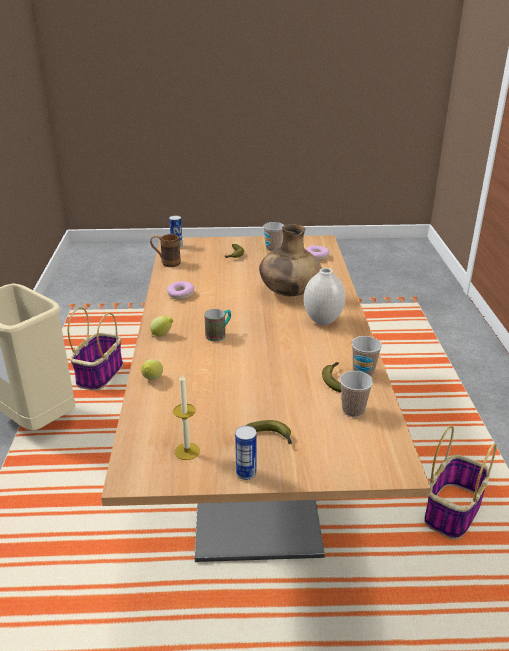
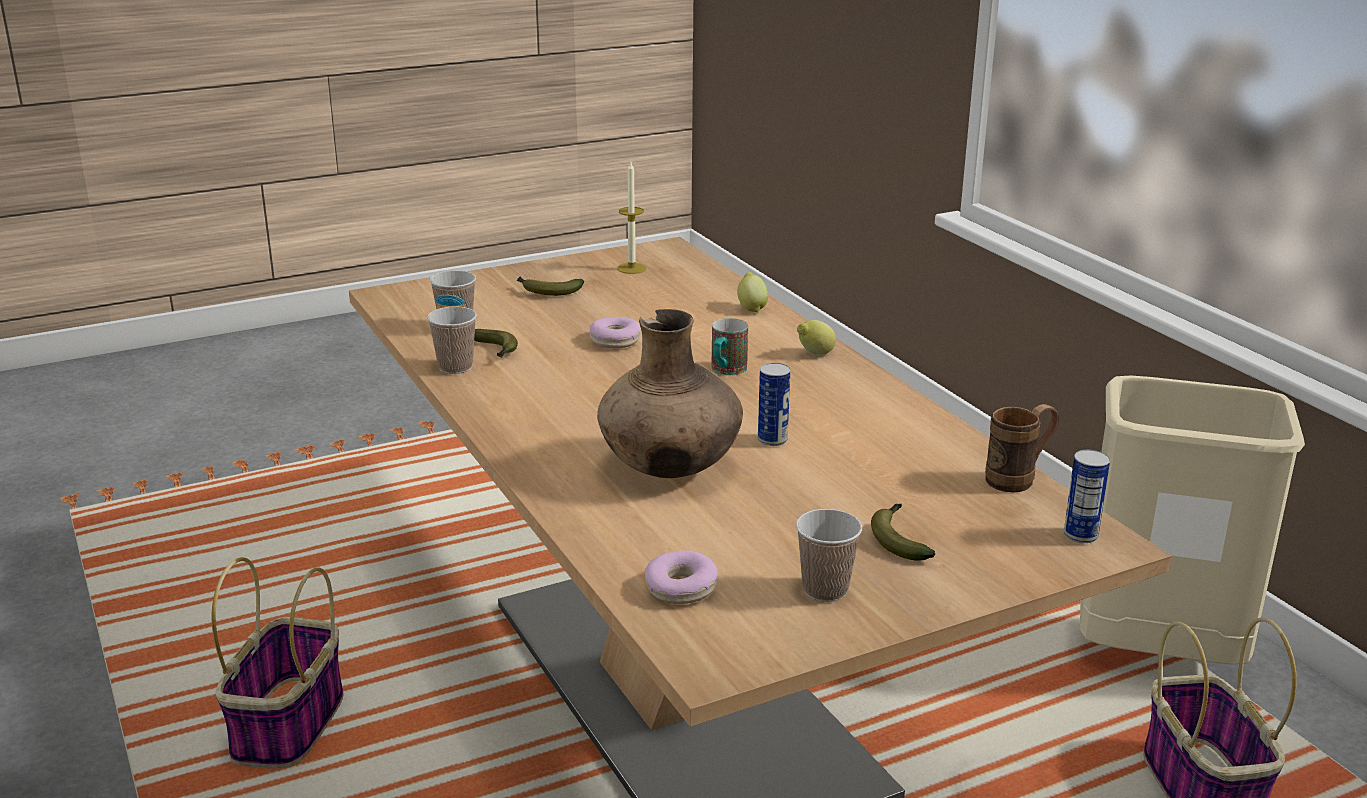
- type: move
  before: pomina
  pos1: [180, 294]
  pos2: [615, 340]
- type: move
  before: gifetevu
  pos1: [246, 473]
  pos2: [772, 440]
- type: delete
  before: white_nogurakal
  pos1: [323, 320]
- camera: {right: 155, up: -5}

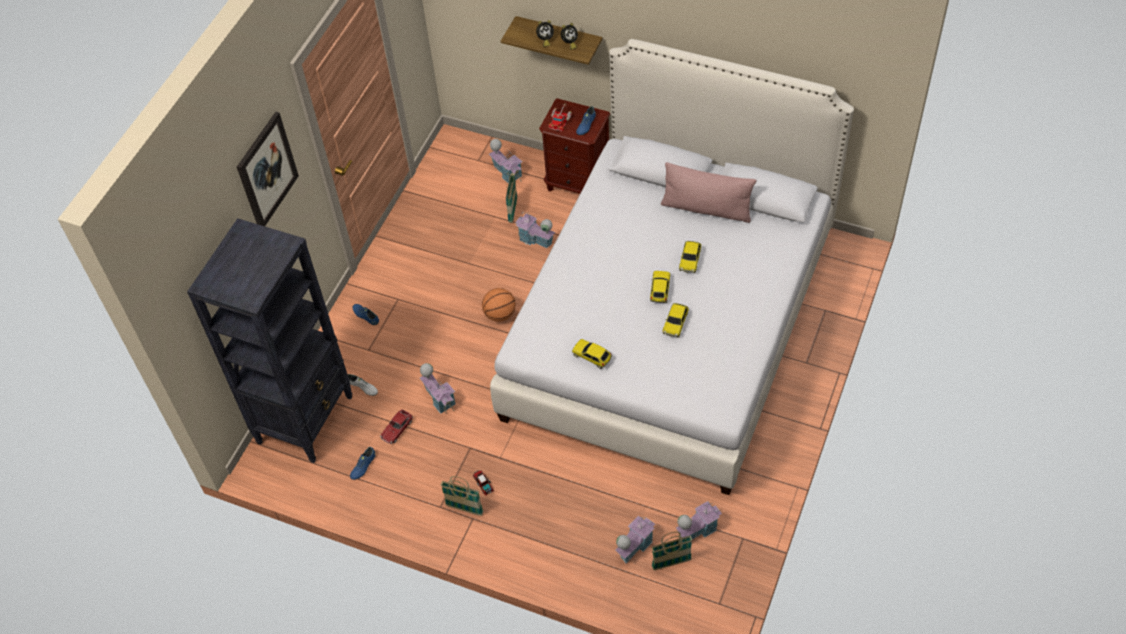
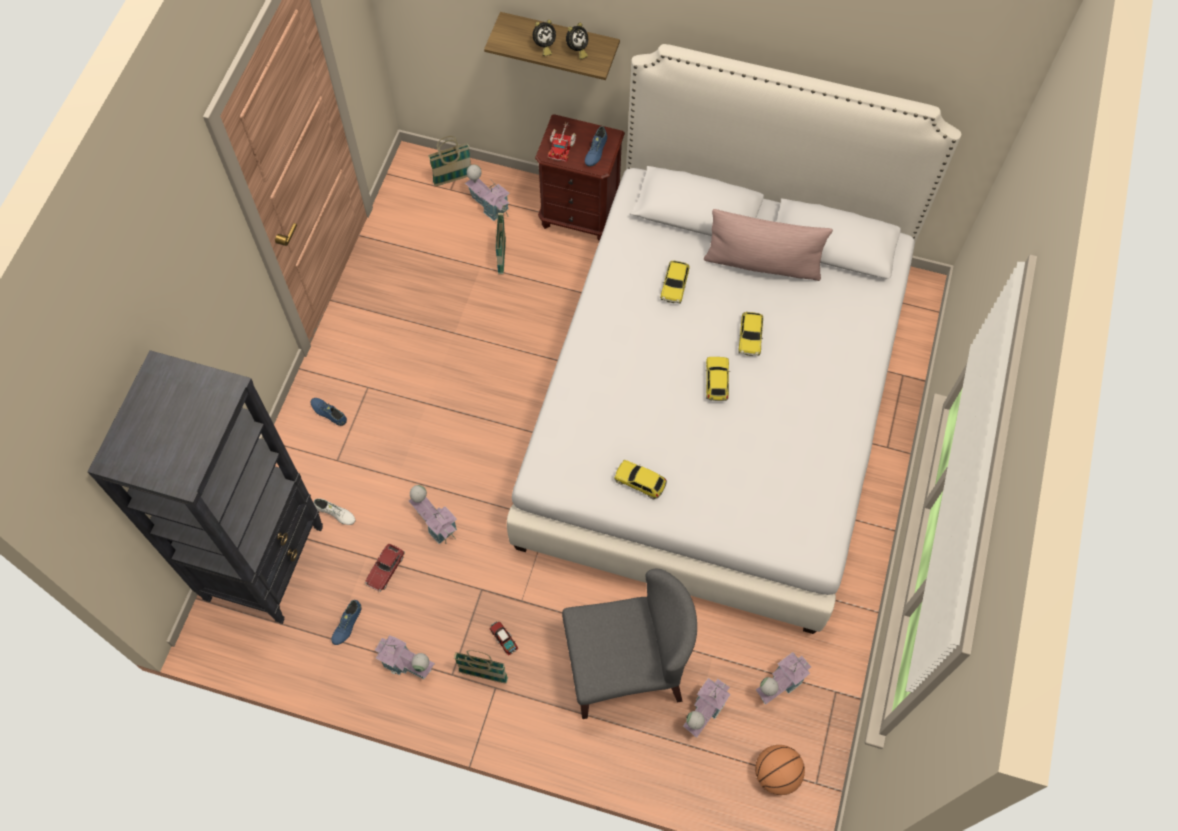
- type: move
  before: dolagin
  pos1: [535, 240]
  pos2: [407, 665]
- type: move
  before: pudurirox
  pos1: [671, 563]
  pos2: [453, 179]
- type: insert
  after: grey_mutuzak
  pos2: [625, 668]
- type: move
  before: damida
  pos1: [675, 323]
  pos2: [674, 285]
- type: move
  before: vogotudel
  pos1: [500, 314]
  pos2: [776, 774]
- type: delete
  before: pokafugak
  pos1: [267, 171]
- camera: {right: -10, up: 10}

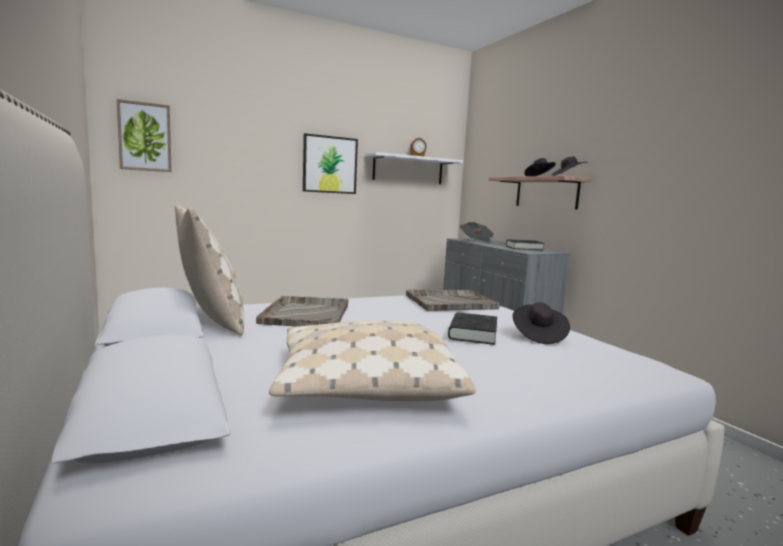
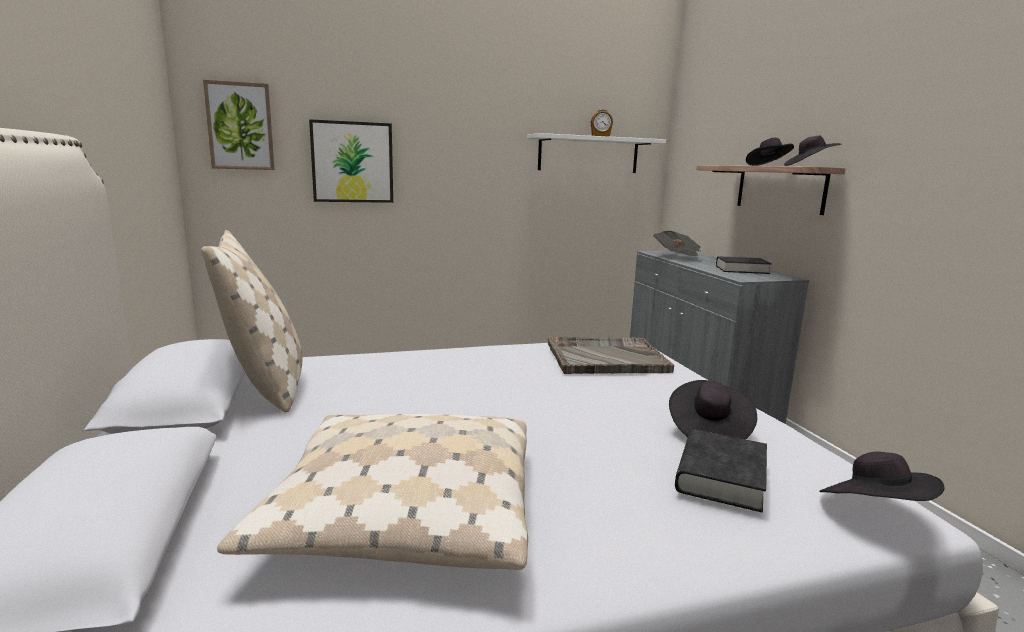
- type: move
  before: pokafugak
  pos1: [330, 164]
  pos2: [352, 162]
- type: move
  before: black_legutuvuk
  pos1: [473, 333]
  pos2: [721, 477]
- type: insert
  after: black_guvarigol
  pos2: [874, 510]
- type: delete
  before: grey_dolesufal
  pos1: [306, 313]
- camera: {right: 10, up: 5}

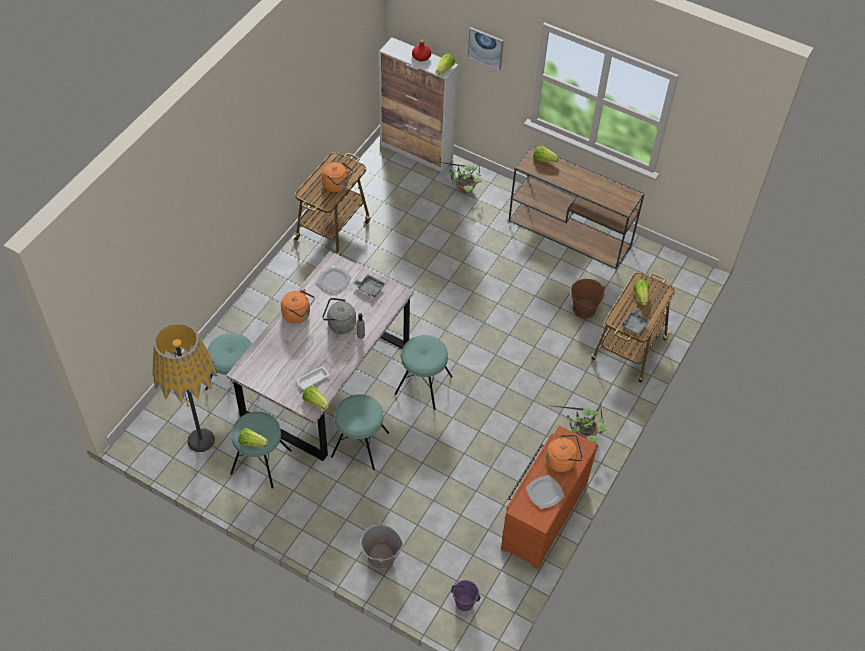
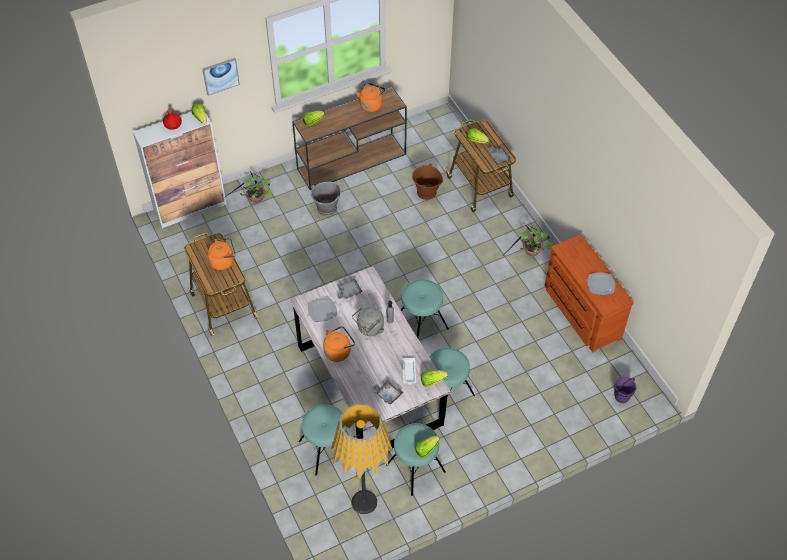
- type: move
  before: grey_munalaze
  pos1: [381, 557]
  pos2: [327, 208]
- type: move
  before: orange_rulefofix
  pos1: [562, 460]
  pos2: [371, 104]
- type: insert
  after: grey_dolesufal
  pos2: [387, 394]
- camera: {right: -55, up: 0}

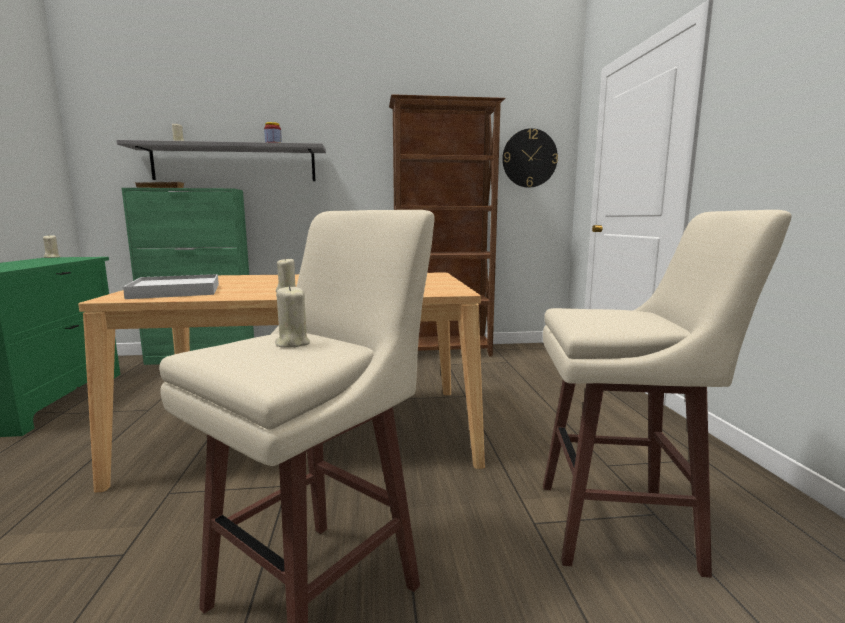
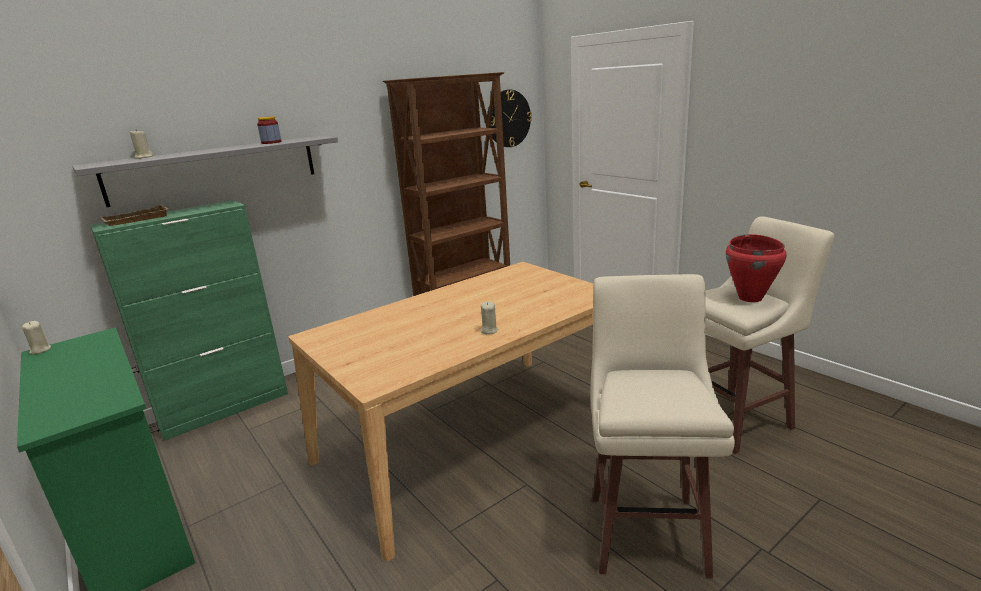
- type: insert
  after: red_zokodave
  pos2: [750, 298]
- type: delete
  before: white_dolesufal
  pos1: [176, 291]
- type: delete
  before: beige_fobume
  pos1: [292, 343]
- camera: {right: -30, up: 10}

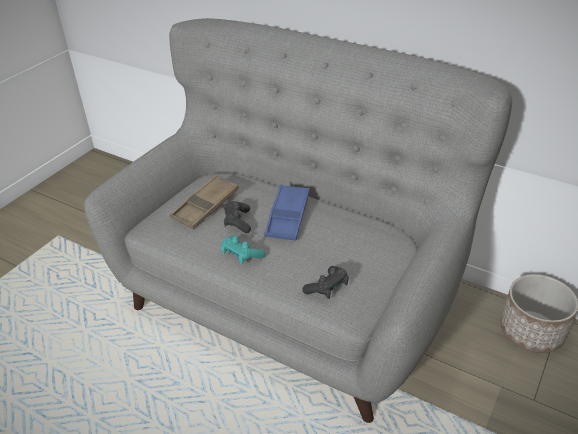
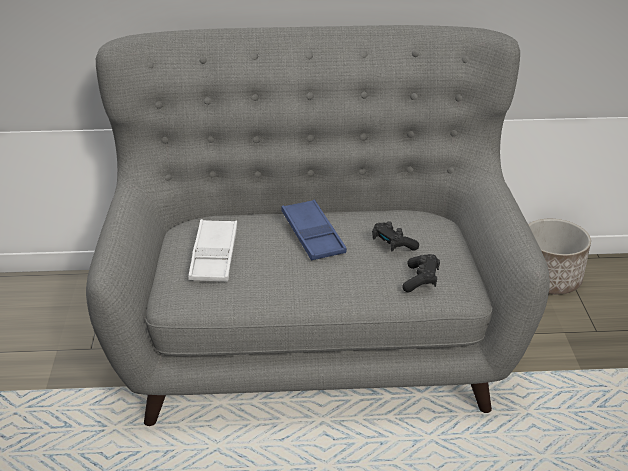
- type: recolor
  before: brown_dolesufal
  after: white_dolesufal
  pos1: [205, 206]
  pos2: [214, 256]
- type: move
  before: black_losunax
  pos1: [237, 222]
  pos2: [392, 244]
- type: delete
  before: turquoise_losunax
  pos1: [241, 255]
- camera: {right: -35, up: -5}

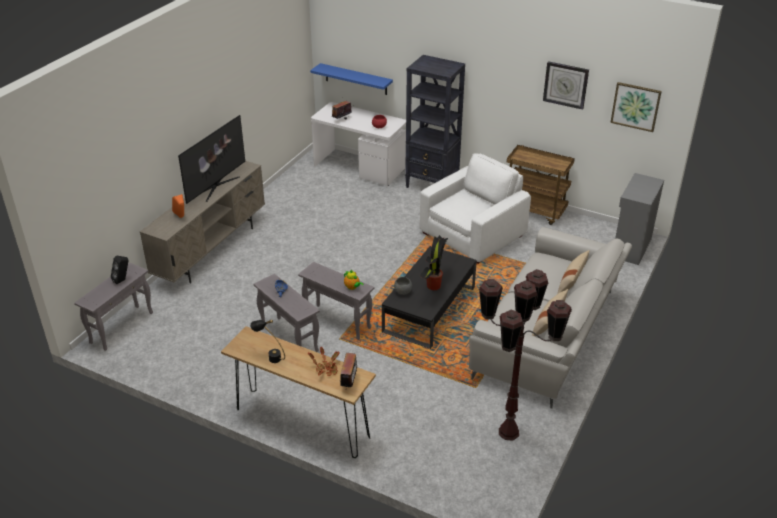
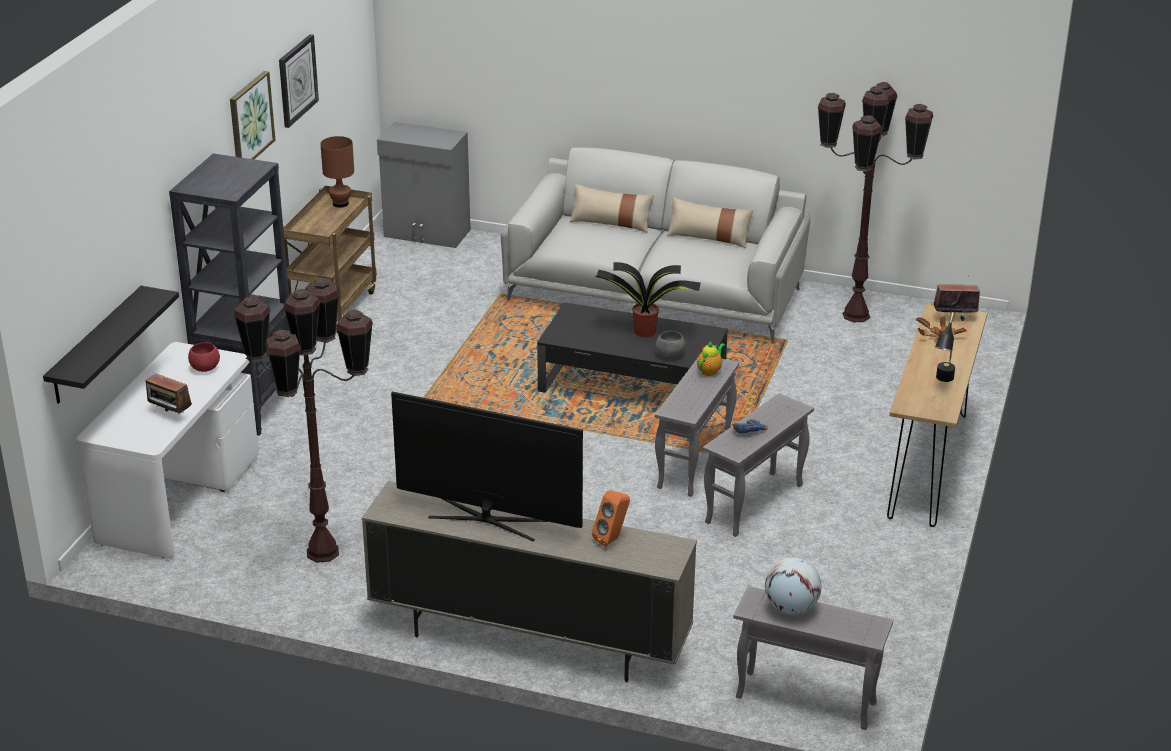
- type: recolor
  before: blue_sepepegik
  after: black_sepepegik
  pos1: [356, 79]
  pos2: [96, 346]
- type: move
  before: pokafugak
  pos1: [635, 106]
  pos2: [250, 119]
- type: insert
  after: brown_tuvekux
  pos2: [323, 552]
- type: insert
  after: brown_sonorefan
  pos2: [340, 204]
- type: replace
  before: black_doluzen
  after: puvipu
  pos1: [122, 280]
  pos2: [791, 608]
- type: delete
  before: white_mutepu
  pos1: [472, 234]
- camera: {right: -100, up: -5}

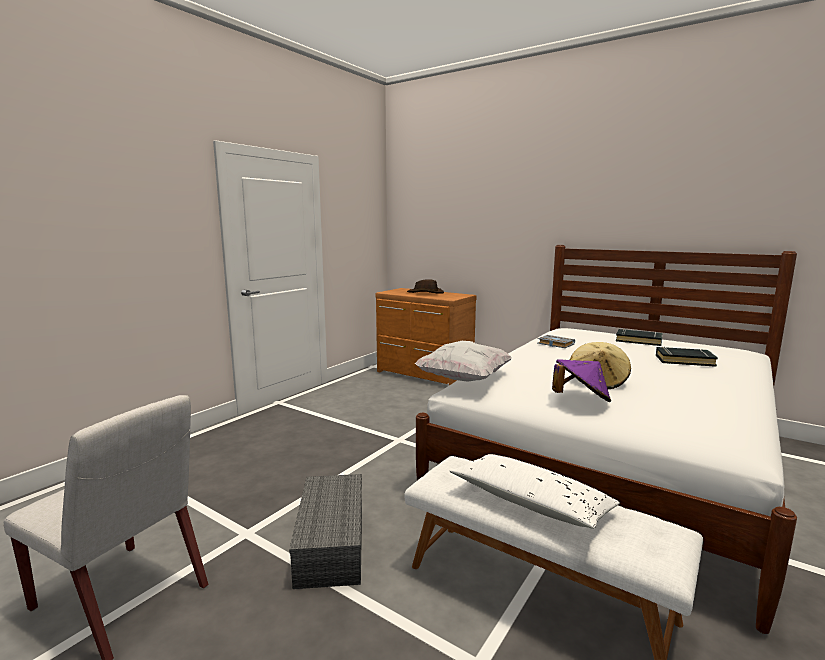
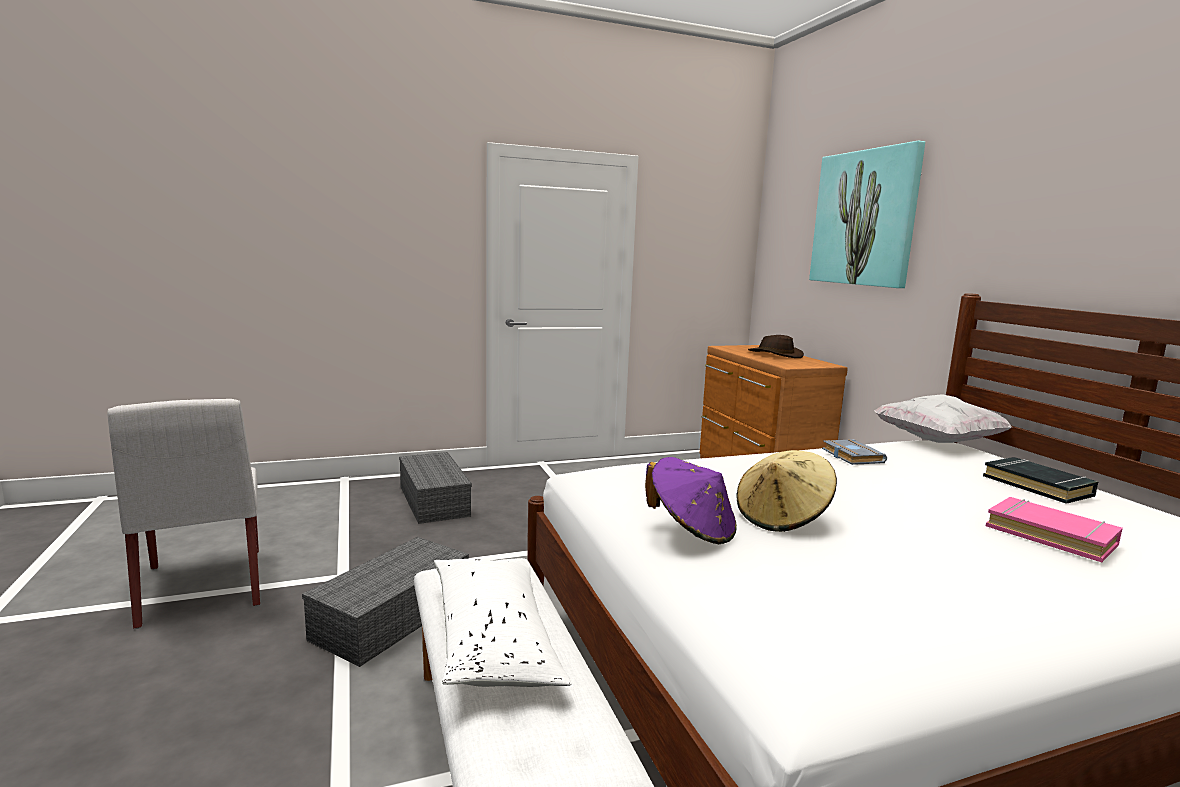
- type: insert
  after: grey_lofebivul
  pos2: [432, 500]
- type: insert
  after: pokafugak
  pos2: [864, 218]
- type: move
  before: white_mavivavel
  pos1: [463, 379]
  pos2: [936, 441]
- type: recolor
  before: black_legutuvuk
  after: pink_legutuvuk
  pos1: [684, 360]
  pos2: [1050, 535]
- camera: {right: 35, up: 0}

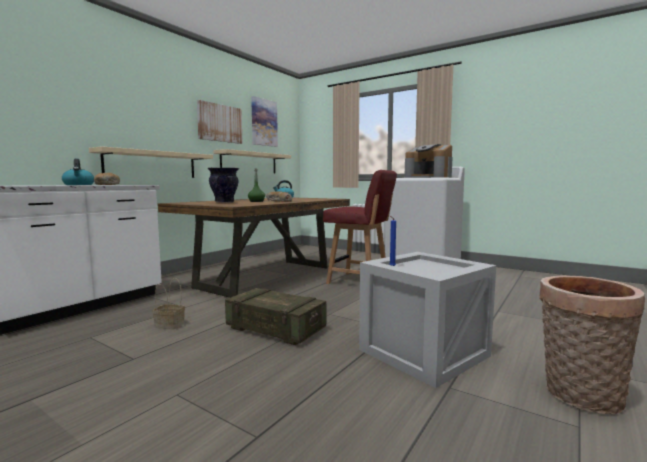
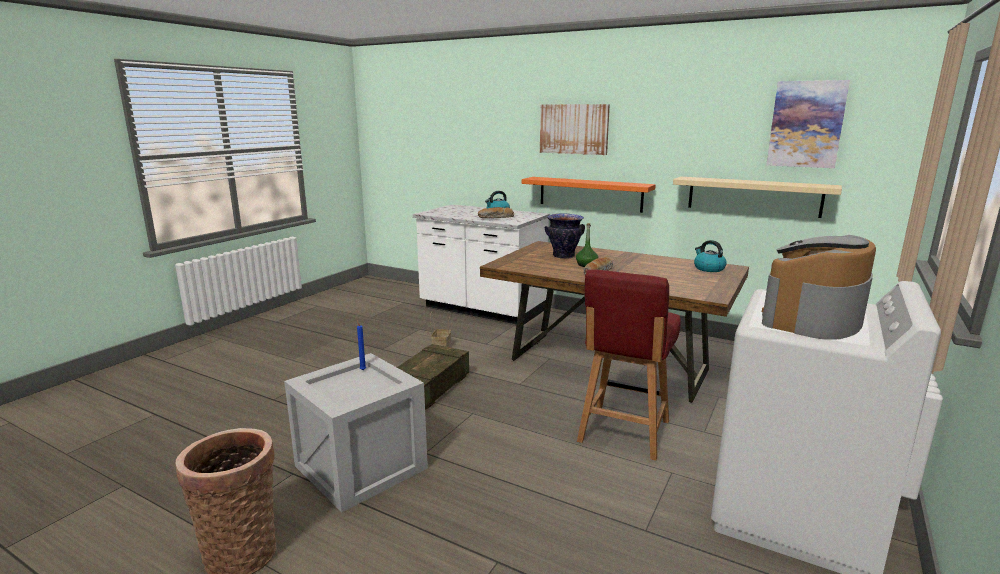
- type: recolor
  before: beige_sepepegik
  after: orange_sepepegik
  pos1: [152, 164]
  pos2: [590, 194]
- type: move
  before: pokafugak
  pos1: [220, 123]
  pos2: [574, 129]
- camera: {right: 85, up: 10}

